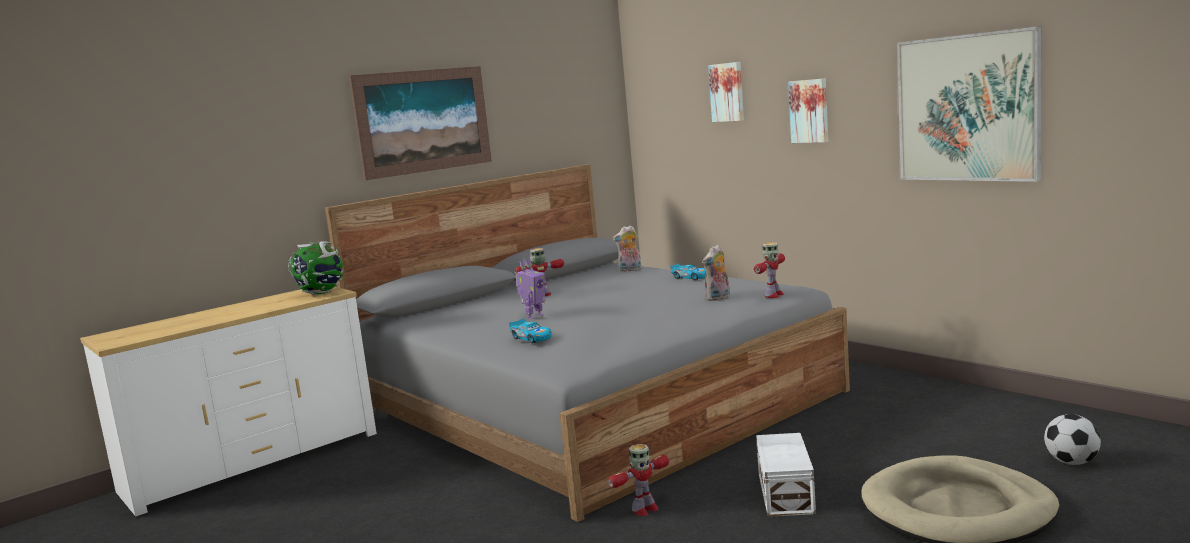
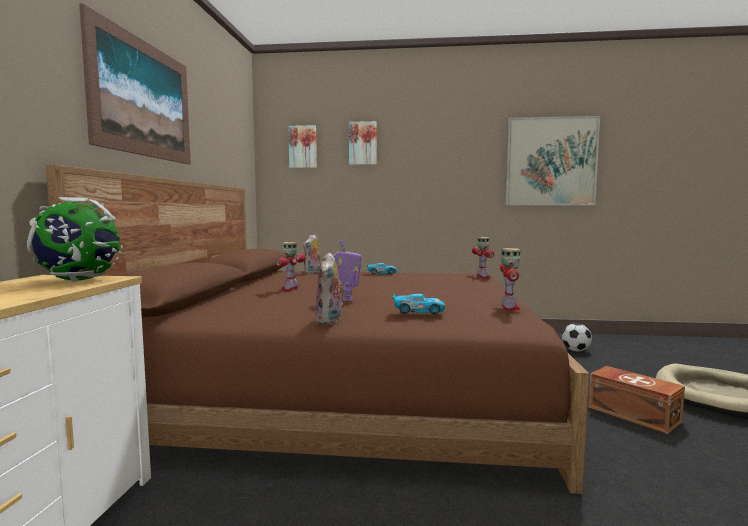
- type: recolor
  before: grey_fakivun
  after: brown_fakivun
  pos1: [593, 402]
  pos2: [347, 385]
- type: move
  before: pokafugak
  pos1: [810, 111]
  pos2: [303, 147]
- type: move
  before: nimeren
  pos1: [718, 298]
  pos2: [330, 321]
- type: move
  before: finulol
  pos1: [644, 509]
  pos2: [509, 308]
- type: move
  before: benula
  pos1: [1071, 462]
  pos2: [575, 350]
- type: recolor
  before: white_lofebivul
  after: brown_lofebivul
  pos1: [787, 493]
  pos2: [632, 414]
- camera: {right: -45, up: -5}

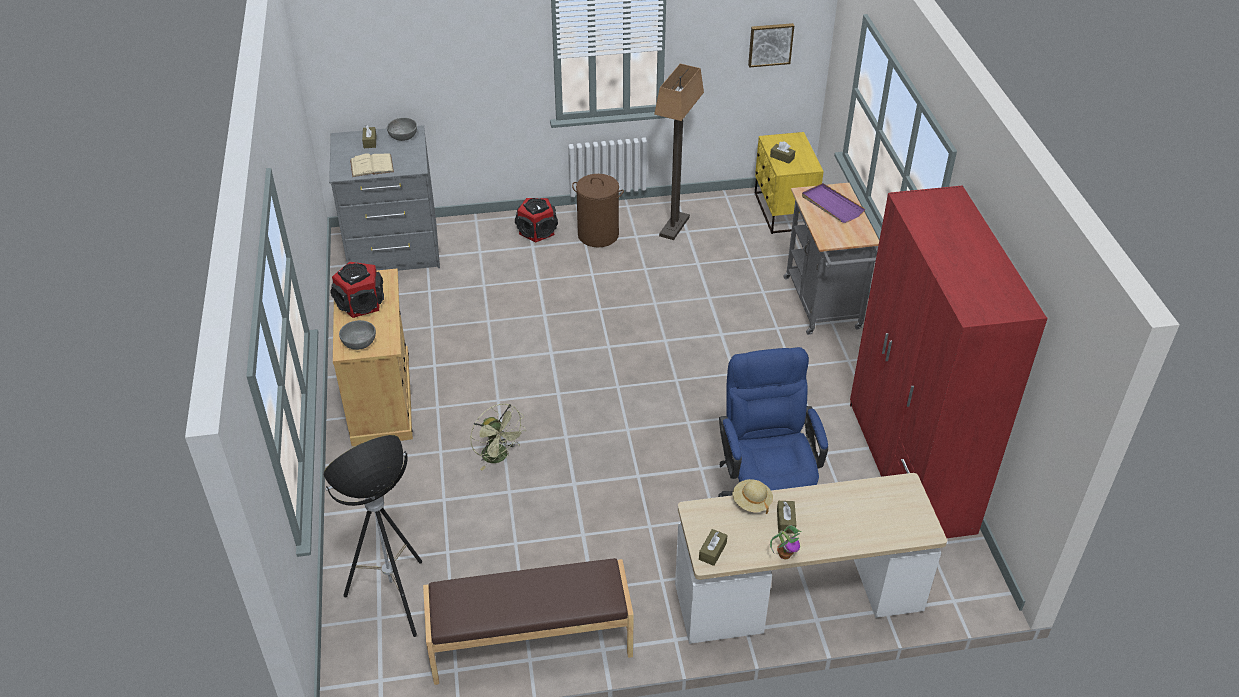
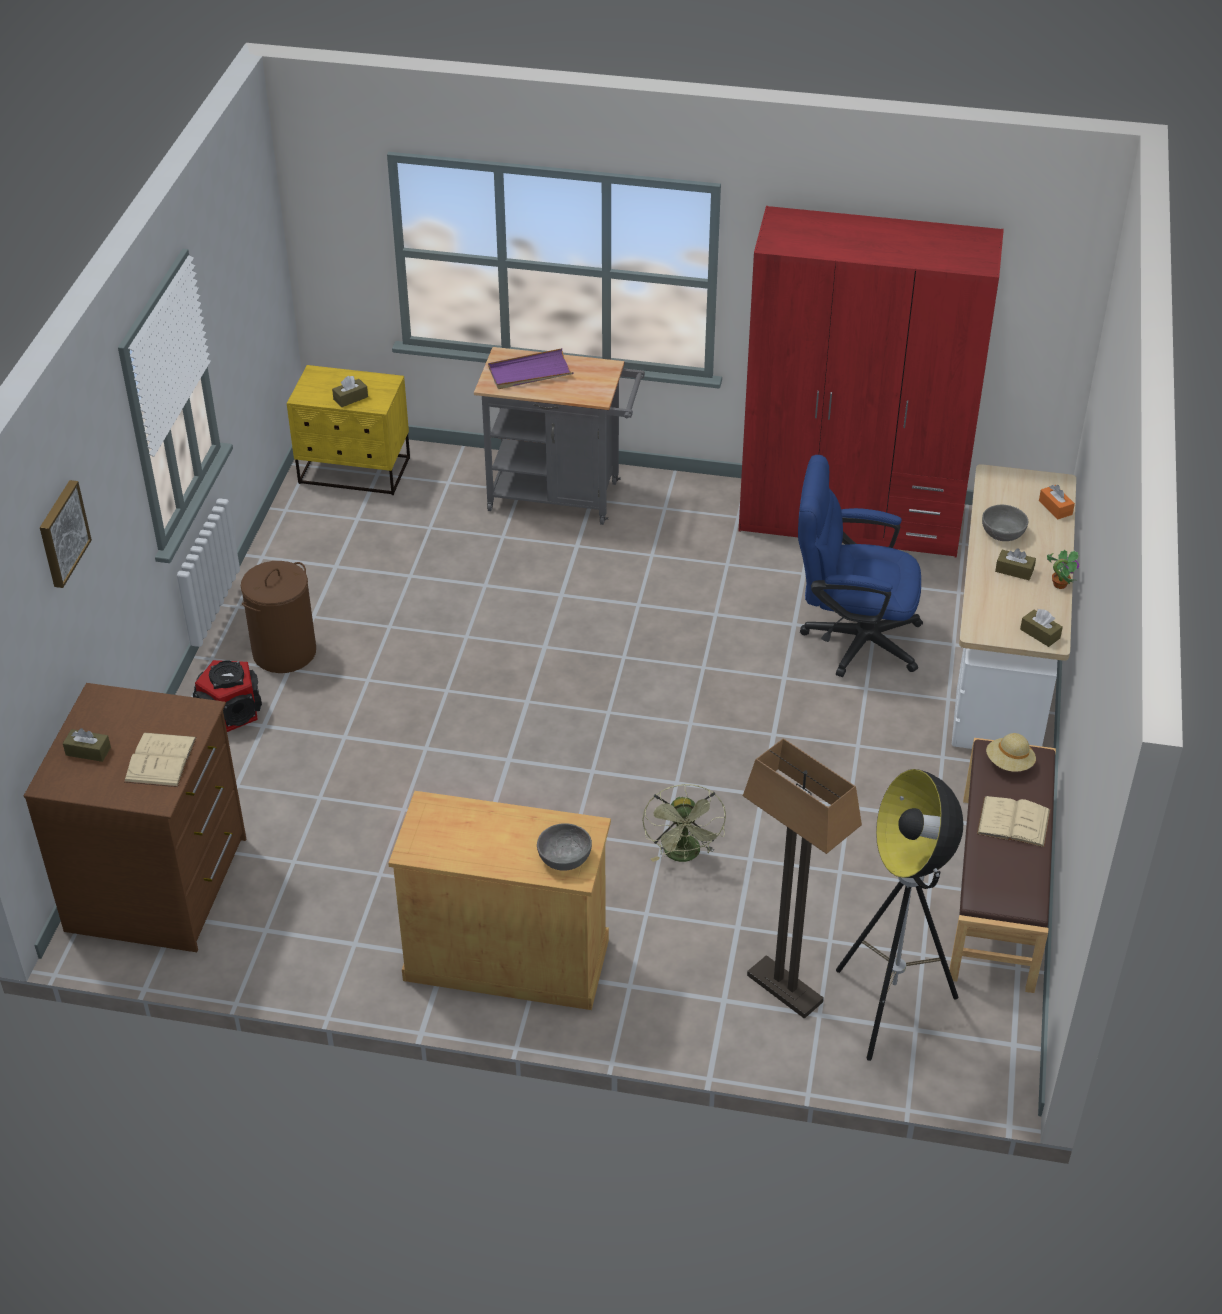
- type: recolor
  before: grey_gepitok
  after: brown_gepitok
  pos1: [393, 249]
  pos2: [160, 885]
- type: move
  before: pokafugak
  pos1: [770, 44]
  pos2: [61, 533]
- type: rotate
  before: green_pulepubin
  pos1: [499, 457]
  pos2: [684, 855]
  turn: 105
- type: move
  before: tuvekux
  pos1: [674, 226]
  pos2: [784, 988]
- type: insert
  after: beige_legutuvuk
  pos2: [1013, 822]
- type: move
  before: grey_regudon
  pos1: [403, 136]
  pos2: [1003, 532]
- type: move
  before: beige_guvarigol
  pos1: [751, 502]
  pos2: [1009, 763]
- type: insert
  after: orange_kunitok
  pos2: [1055, 507]
- type: delete
  before: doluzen
  pos1: [361, 304]
- camera: {right: -70, up: 0}

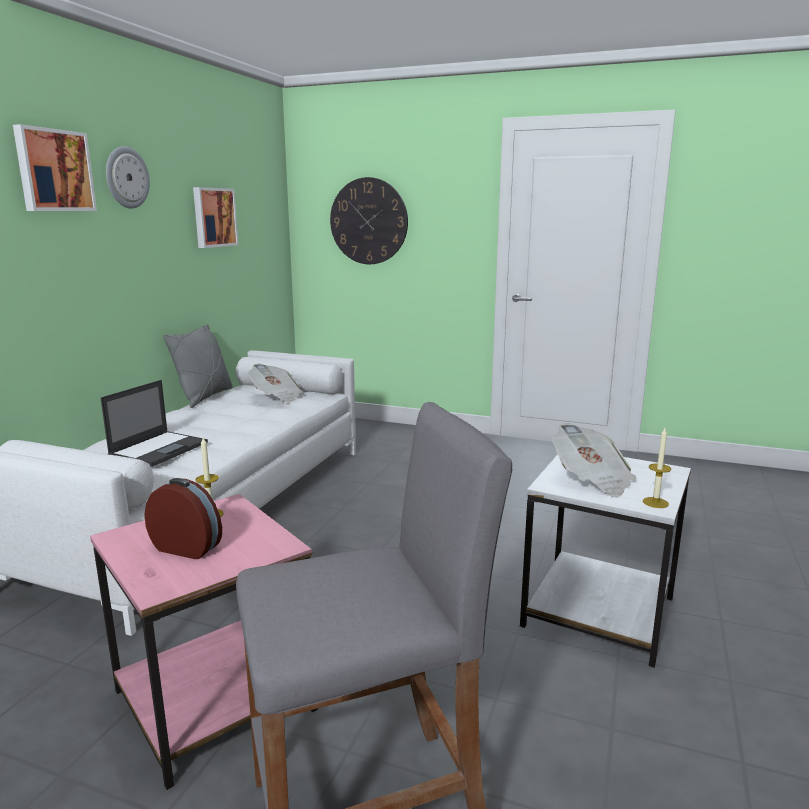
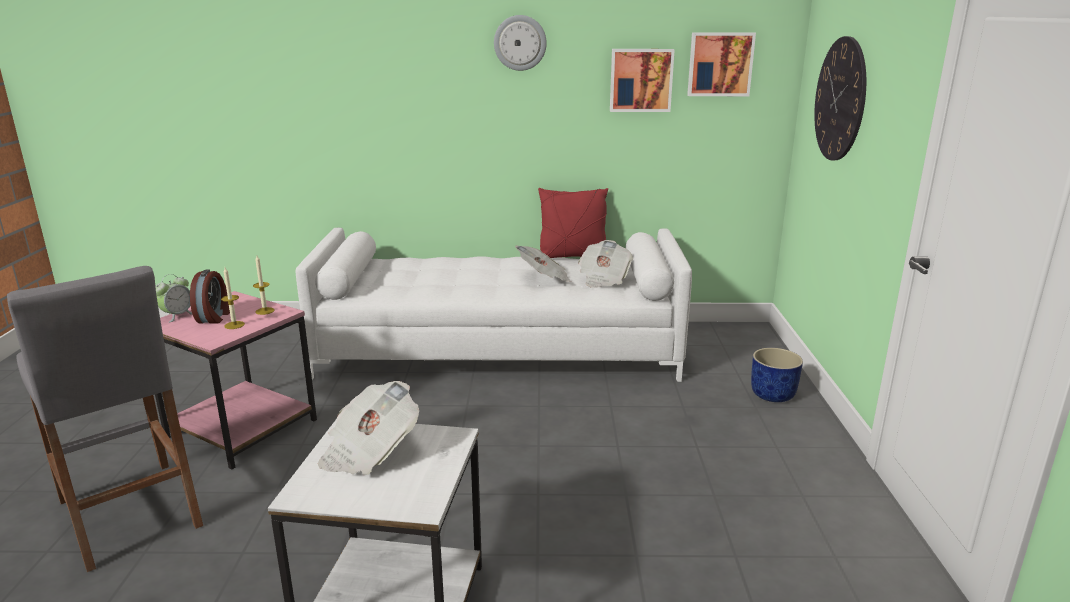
- type: insert
  after: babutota
  pos2: [177, 315]
- type: move
  before: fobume
  pos1: [655, 502]
  pos2: [234, 325]
- type: insert
  after: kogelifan
  pos2: [544, 277]
- type: recolor
  before: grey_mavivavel
  after: red_mavivavel
  pos1: [205, 397]
  pos2: [572, 257]
- type: move
  before: pokafugak
  pos1: [54, 170]
  pos2: [720, 64]
- type: insert
  after: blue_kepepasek
  pos2: [773, 395]
- type: delete
  before: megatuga
  pos1: [159, 448]
- camera: {right: 70, up: 5}

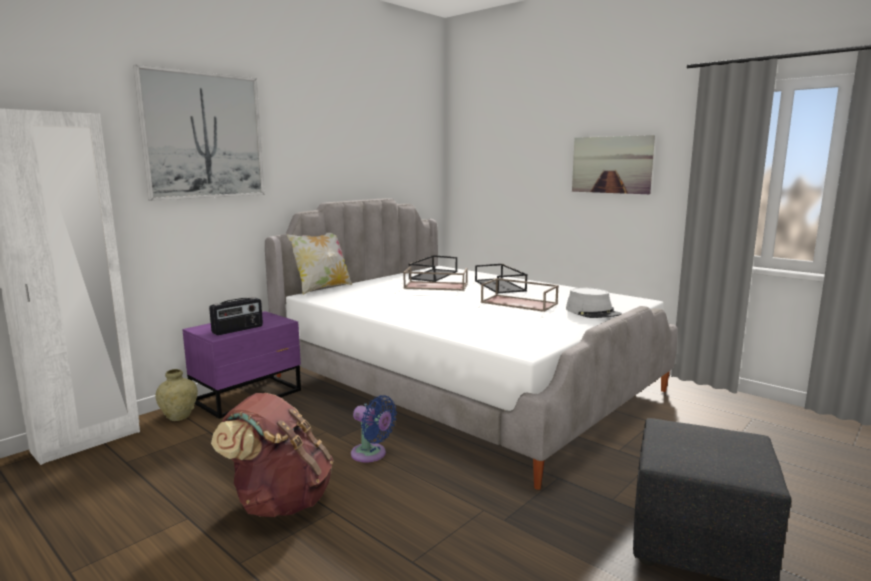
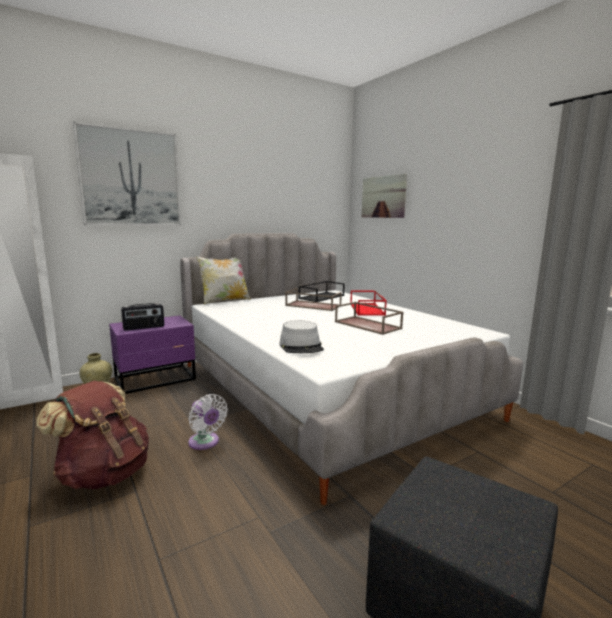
- type: recolor
  before: blue_pulepubin
  after: white_pulepubin
  pos1: [371, 454]
  pos2: [205, 443]
- type: move
  before: grey_guvarigol
  pos1: [593, 312]
  pos2: [301, 346]
- type: recolor
  before: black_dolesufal
  after: red_dolesufal
  pos1: [500, 286]
  pos2: [367, 309]
- type: move
  before: pokafugak
  pos1: [611, 164]
  pos2: [383, 197]
- camera: {right: 15, up: 0}

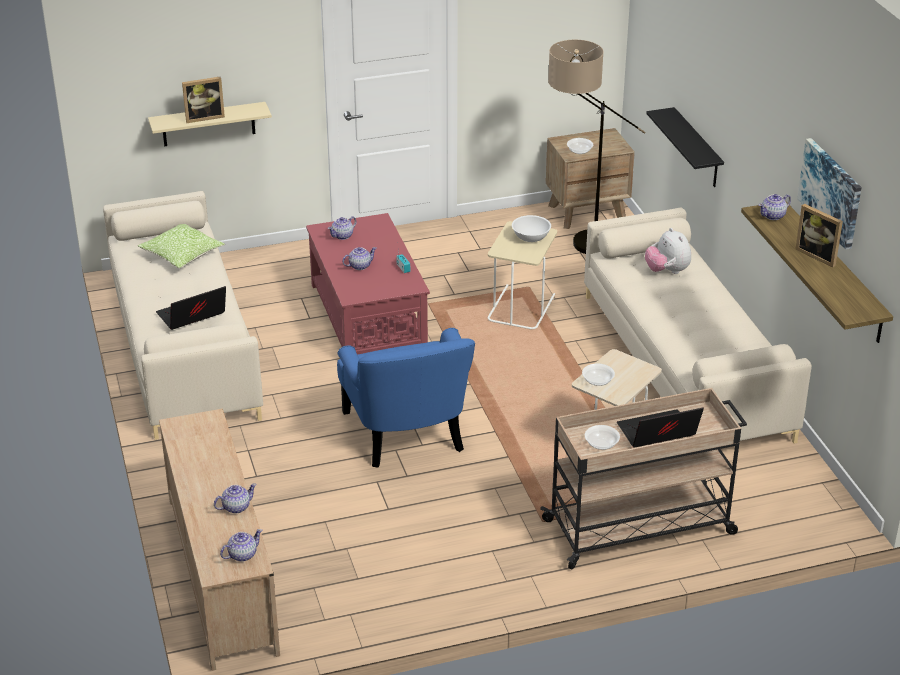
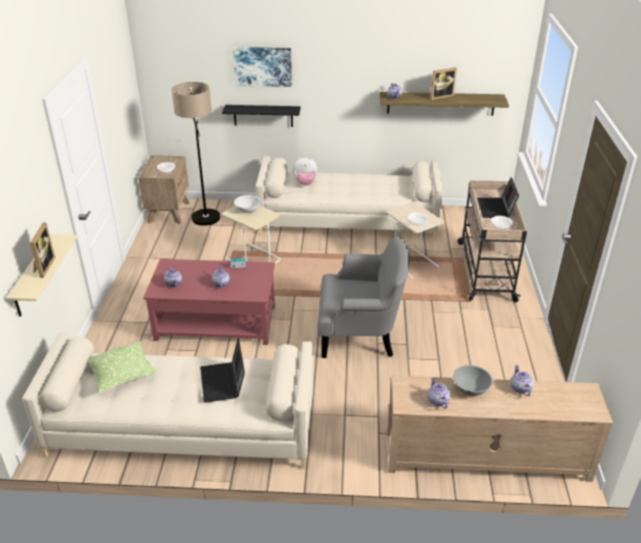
- type: move
  before: pokafugak
  pos1: [831, 192]
  pos2: [262, 66]
- type: recolor
  before: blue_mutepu
  after: grey_mutepu
  pos1: [406, 432]
  pos2: [360, 334]
- type: move
  before: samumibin
  pos1: [242, 555]
  pos2: [438, 401]
- type: insert
  after: grey_regudon
  pos2: [470, 388]
- camera: {right: -70, up: 0}

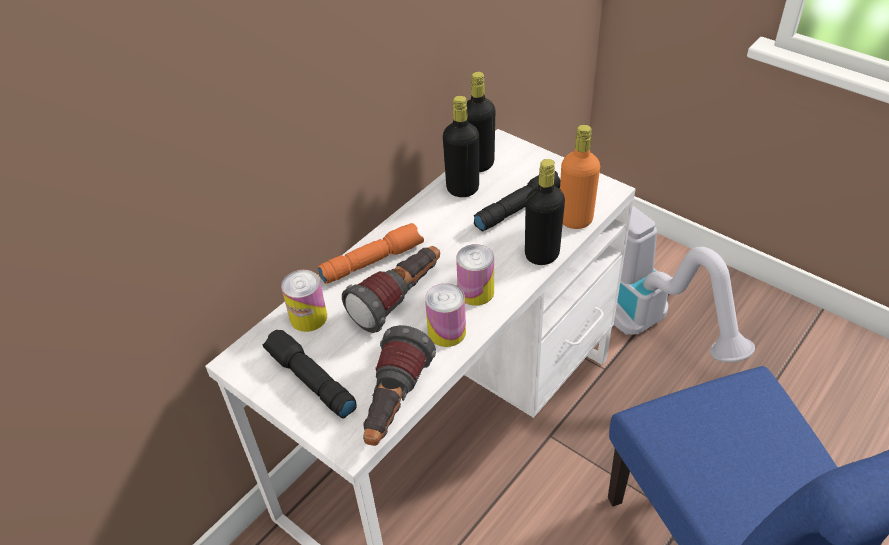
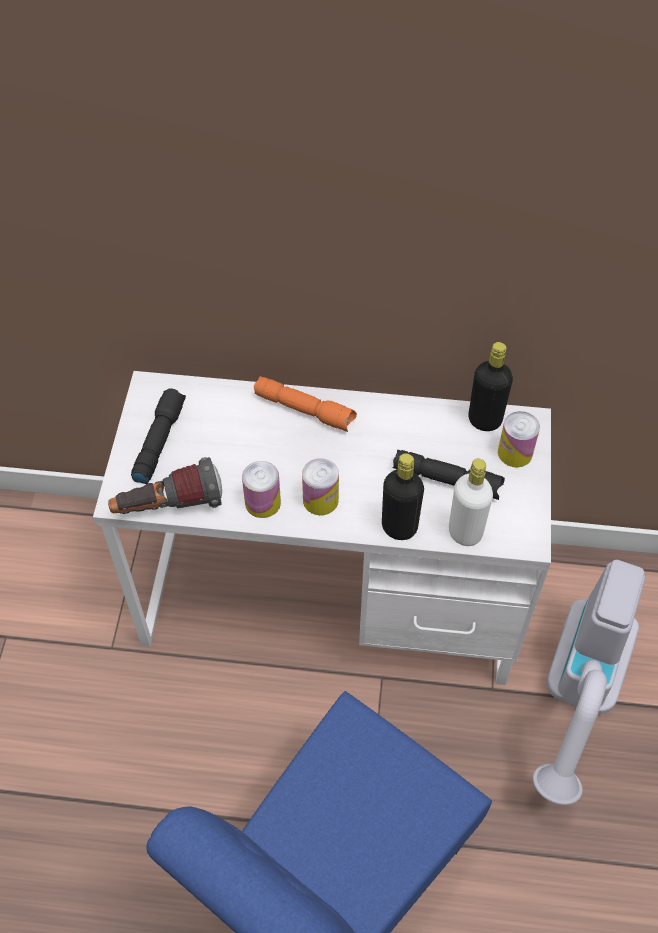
- type: recolor
  before: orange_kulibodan
  after: white_kulibodan
  pos1: [575, 220]
  pos2: [465, 532]
- type: move
  before: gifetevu
  pos1: [308, 317]
  pos2: [515, 453]
- type: delete
  before: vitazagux
  pos1: [399, 299]
- type: delete
  before: black_kulibodan
  pos1: [462, 189]
- camera: {right: 55, up: 10}

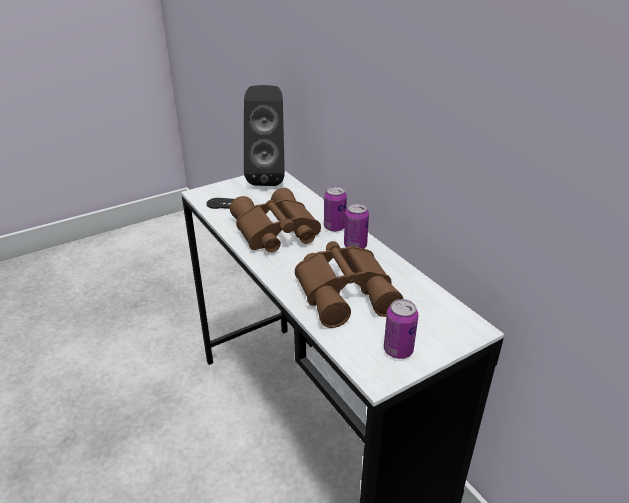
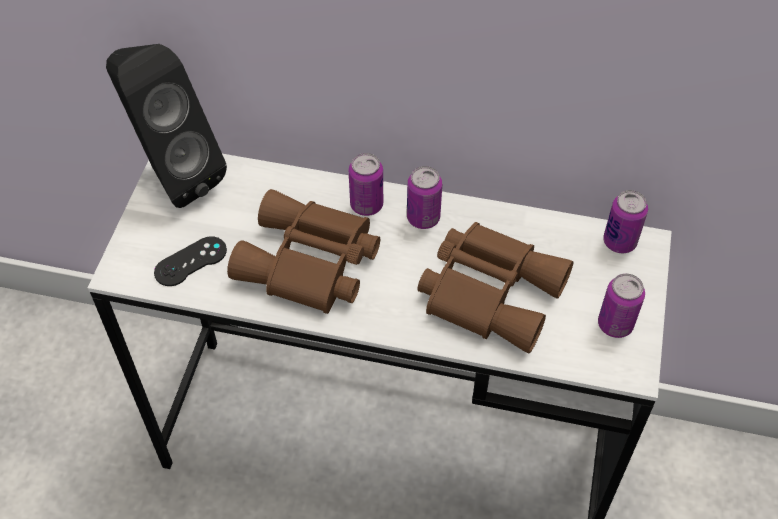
- type: insert
  after: gifetevu
  pos2: [619, 242]
- camera: {right: -45, up: 20}

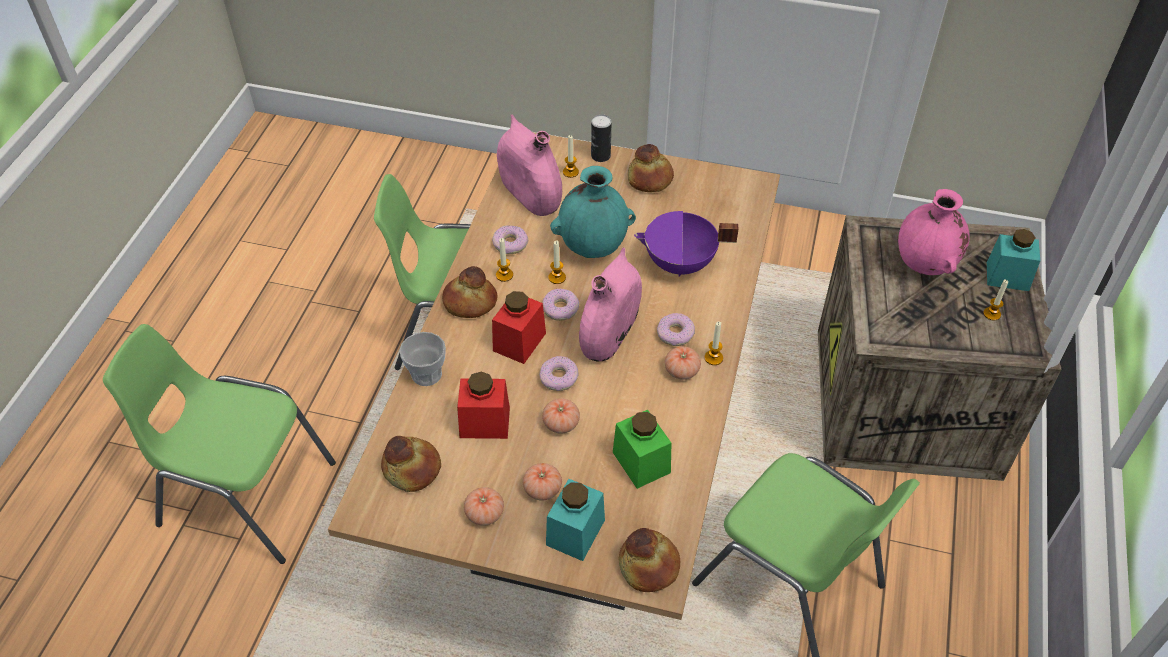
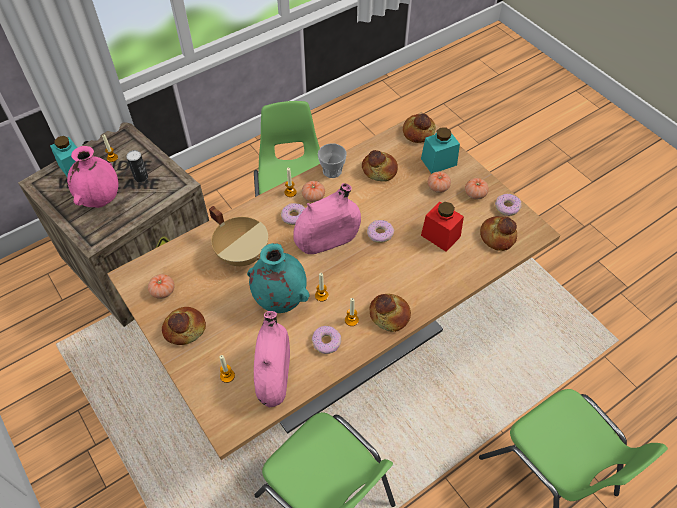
- type: move
  before: gifetevu
  pos1: [600, 156]
  pos2: [141, 177]
- type: move
  before: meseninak
  pos1: [561, 423]
  pos2: [163, 291]
- type: recolor
  before: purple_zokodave
  after: beige_zokodave
  pos1: [680, 265]
  pos2: [243, 254]
- type: move
  before: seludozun
  pos1: [426, 374]
  pos2: [332, 171]
- type: replace
  before: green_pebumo
  after: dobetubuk
  pos1: [641, 462]
  pos2: [379, 170]
- type: move
  before: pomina
  pos1: [561, 309]
  pos2: [507, 207]
- type: delete
  before: red_pebumo
  pos1: [519, 342]
- camera: {right: -140, up: 5}

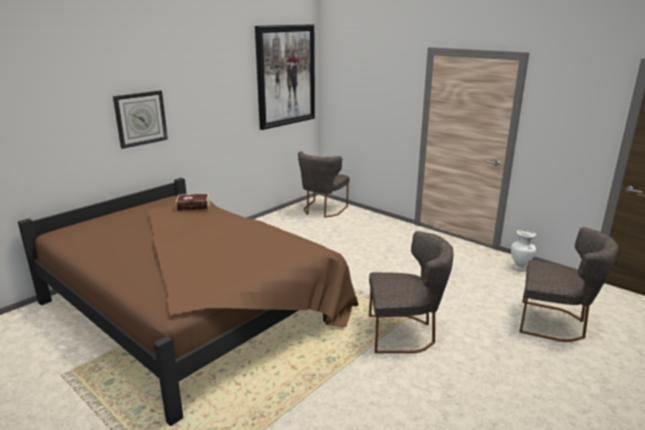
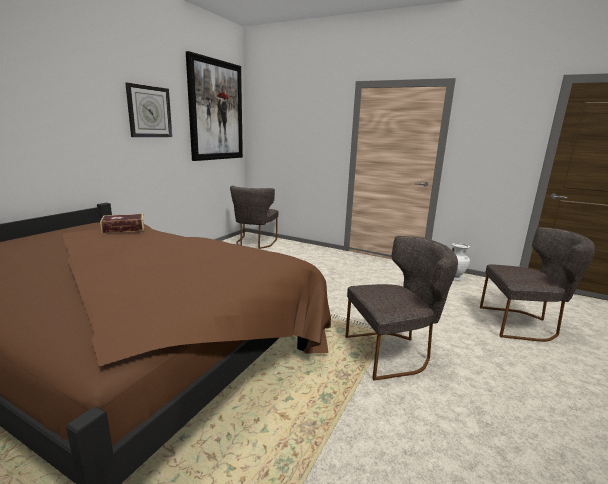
- type: move
  before: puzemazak
  pos1: [140, 118]
  pos2: [149, 112]
- camera: {right: -15, up: -5}

